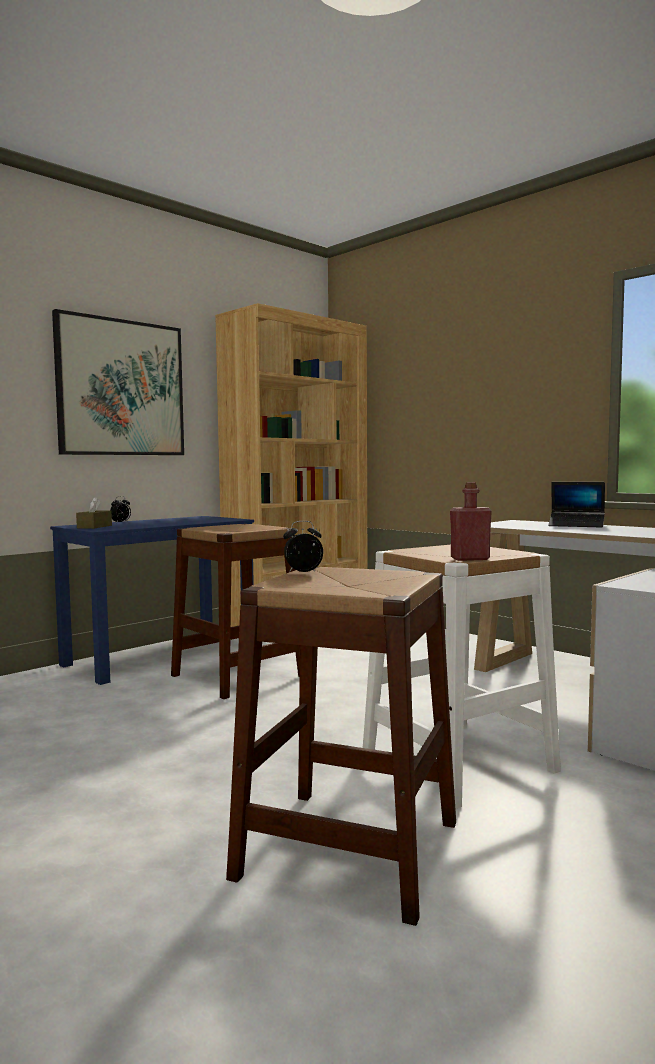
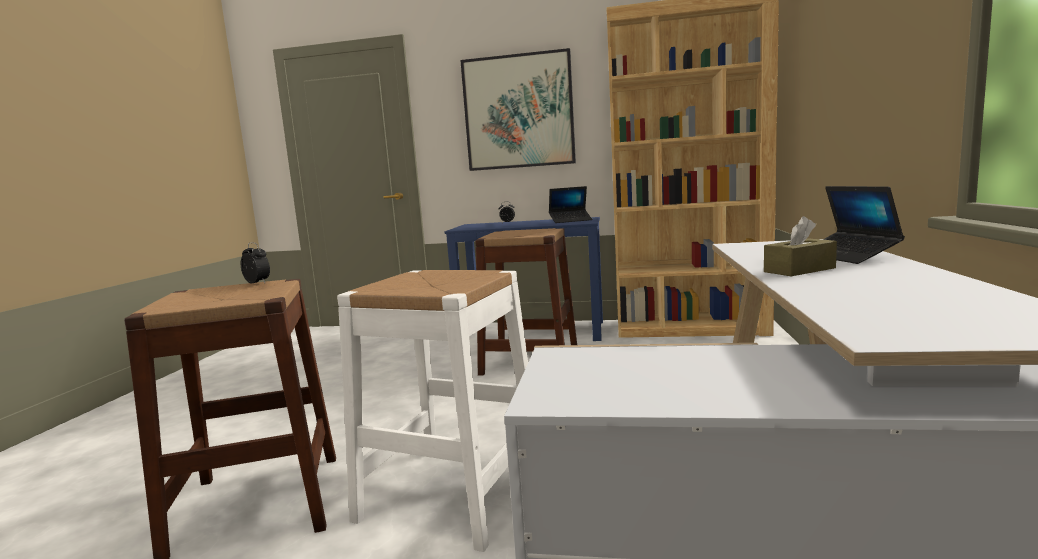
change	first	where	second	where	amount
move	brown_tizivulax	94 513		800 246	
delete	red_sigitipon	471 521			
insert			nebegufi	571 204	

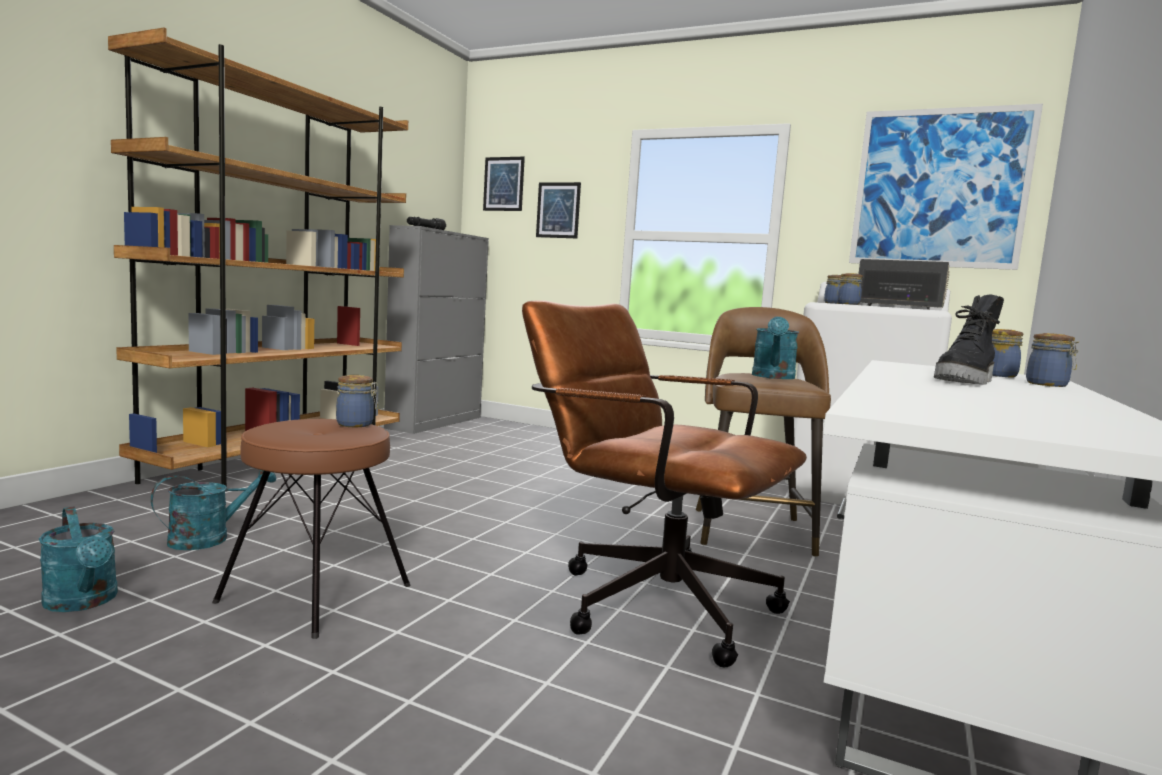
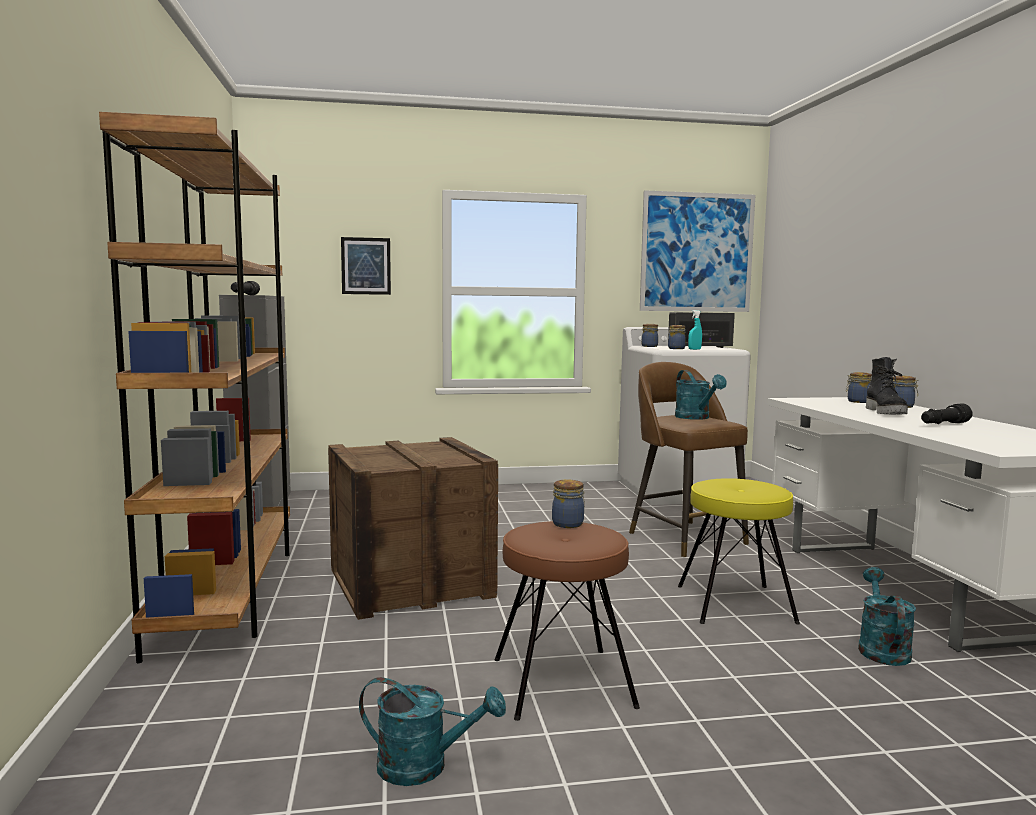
change	first	where	second	where	amount
move	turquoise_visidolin	213 510		887 616	
delete	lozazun	504 184			
replace	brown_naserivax	664 483	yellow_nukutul	739 551	
insert			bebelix	413 528	
insert			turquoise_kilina	695 330	
insert			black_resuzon	947 413	

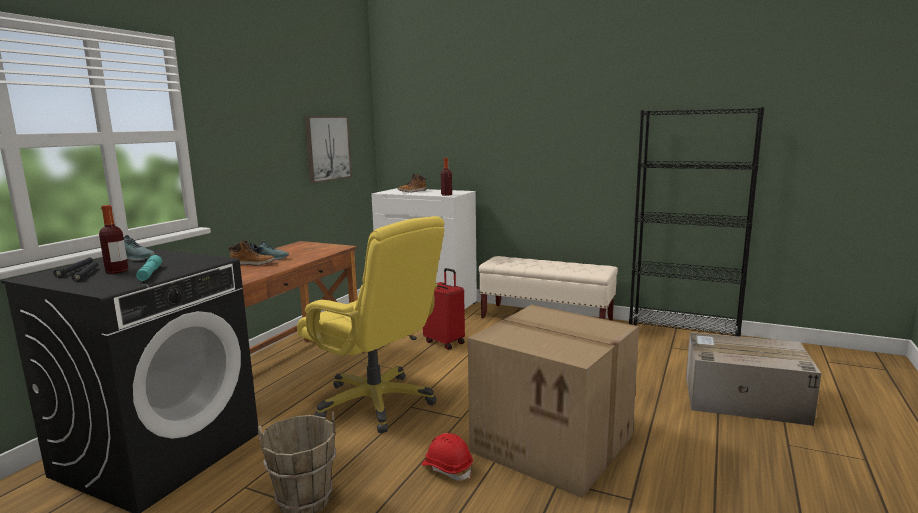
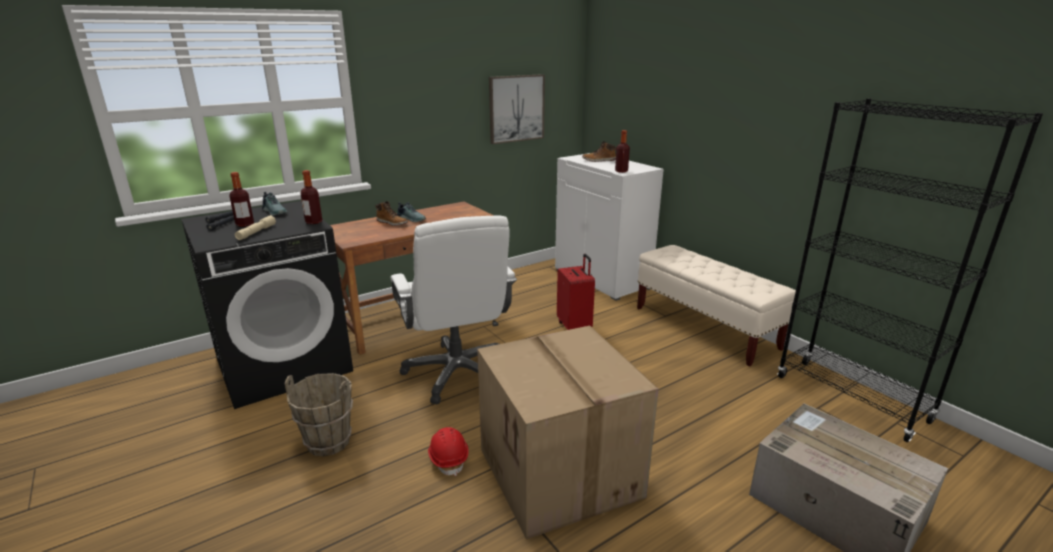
change	first	where	second	where	amount
recolor	turquoise_resuzon	149 268	beige_resuzon	255 227	
recolor	yellow_naserivax	370 324	white_naserivax	454 309	
insert			sigitipon	311 197	

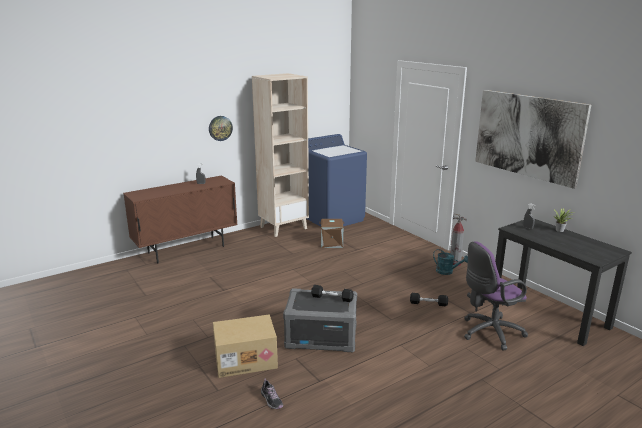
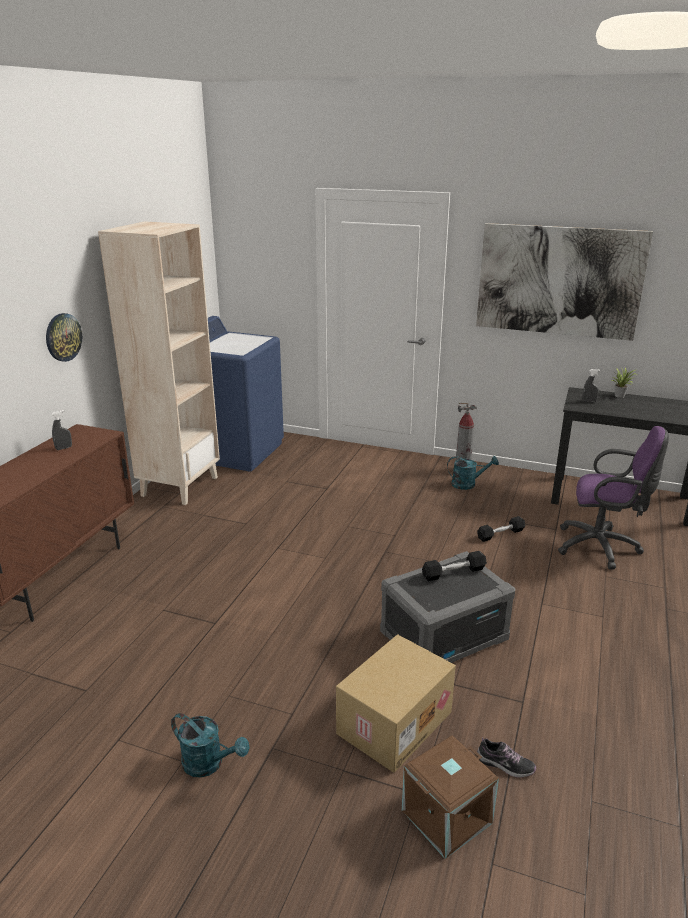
change	first	where	second	where	amount
move	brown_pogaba	332 233		450 797	
rotate	purple_naserivax	496 295		613 497	105 degrees counterclockwise
insert			turquoise_visidolin	210 745	

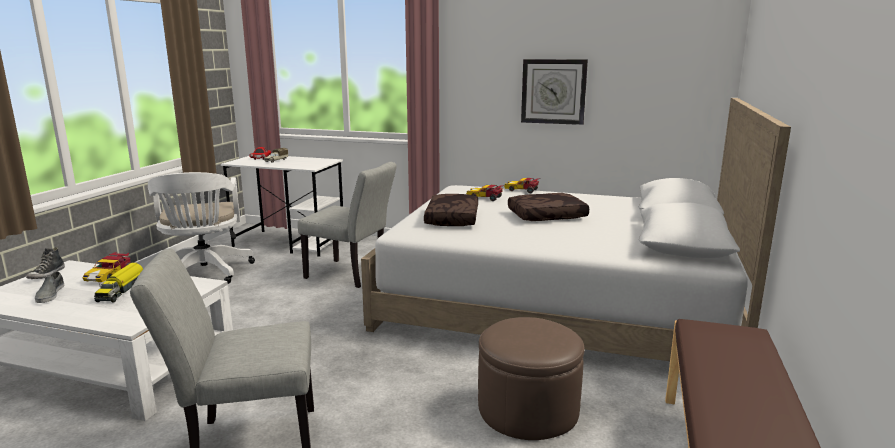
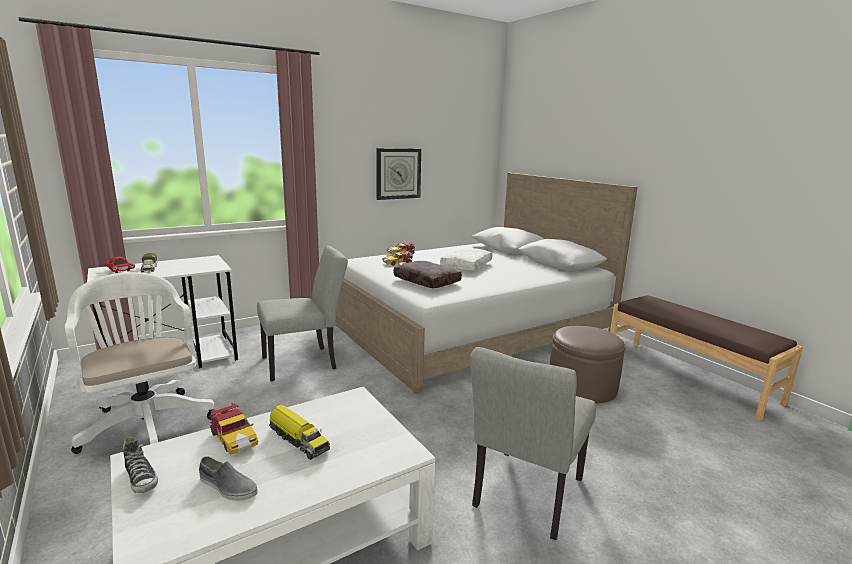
change	first	where	second	where	amount
rotate	white_naserivax	201 228		140 363	150 degrees counterclockwise
recolor	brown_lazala	548 207	white_lazala	466 259	

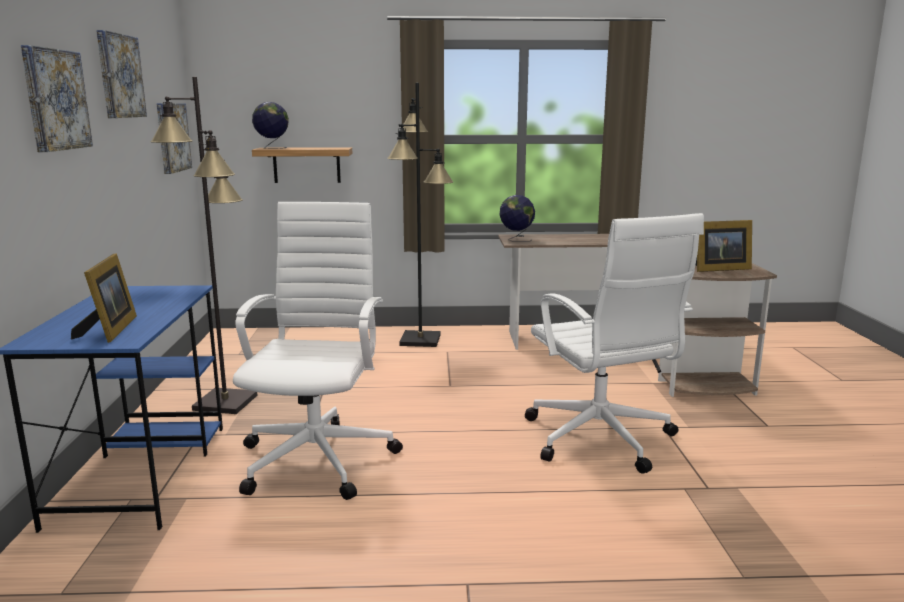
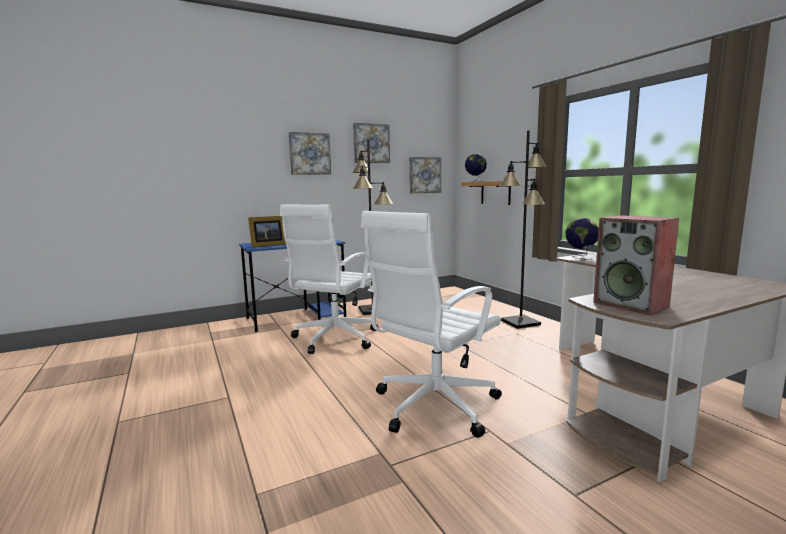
change	first	where	second	where	amount
rotate	white_naserivax	318 351		329 279	135 degrees clockwise
replace	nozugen	723 246	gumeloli	636 265	

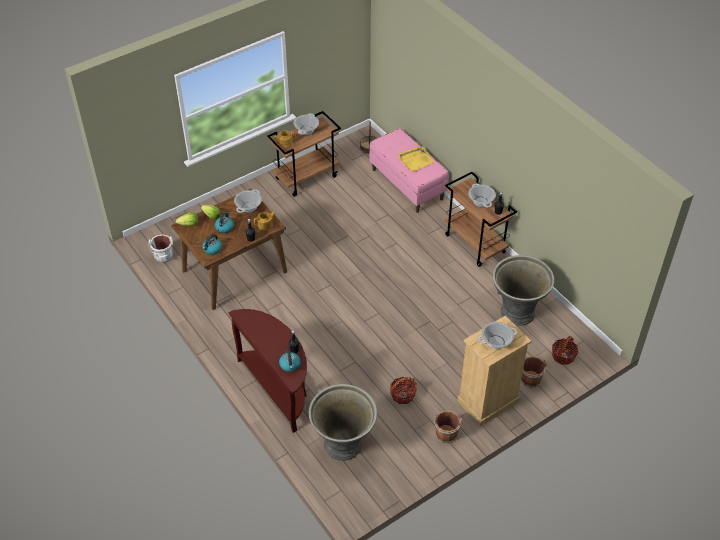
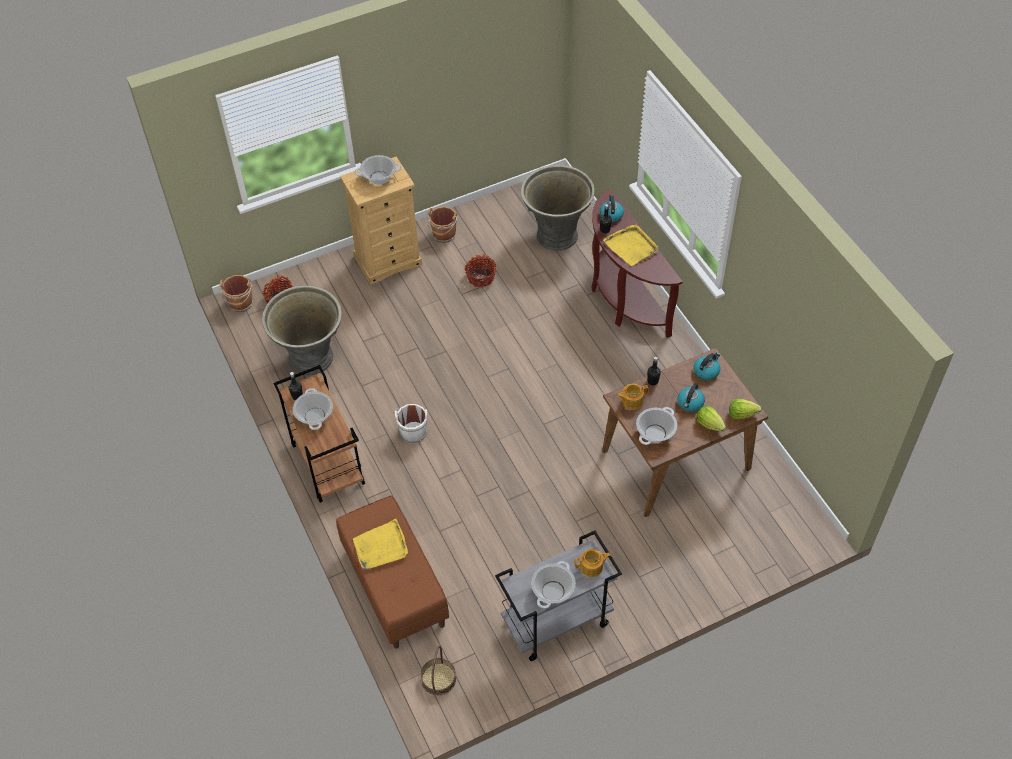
change	first	where	second	where	amount
move	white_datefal	160 249		411 423	
recolor	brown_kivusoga	304 154	grey_kivusoga	558 596	
recolor	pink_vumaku	409 170	brown_vumaku	392 572	
move	brown_datefal	534 372		236 293	
insert			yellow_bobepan	630 245	

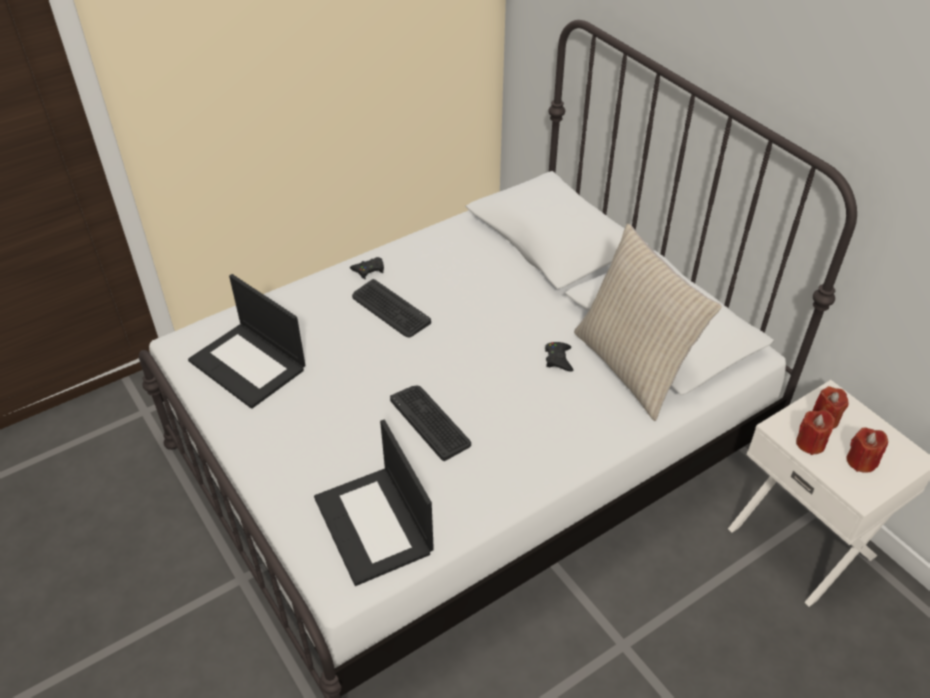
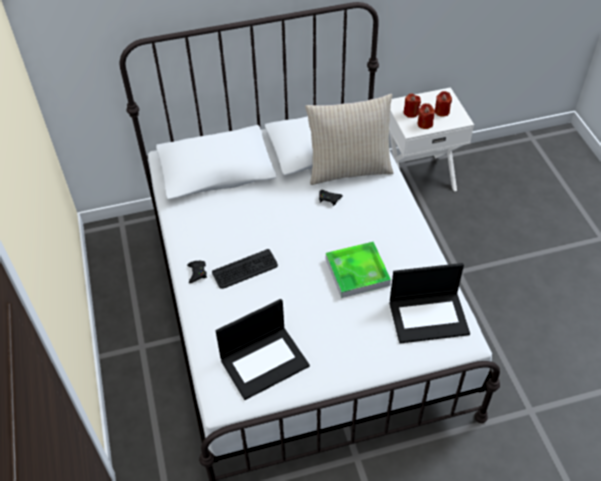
change	first	where	second	where	amount
replace	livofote	430 423	bobepan	358 270	

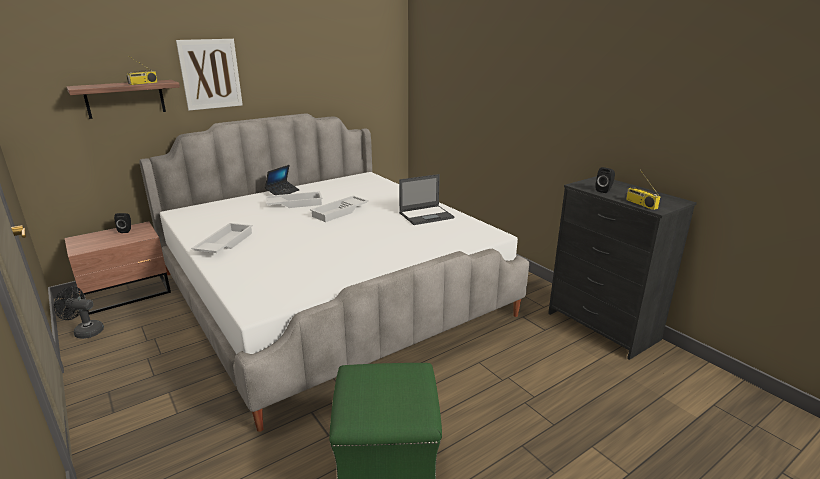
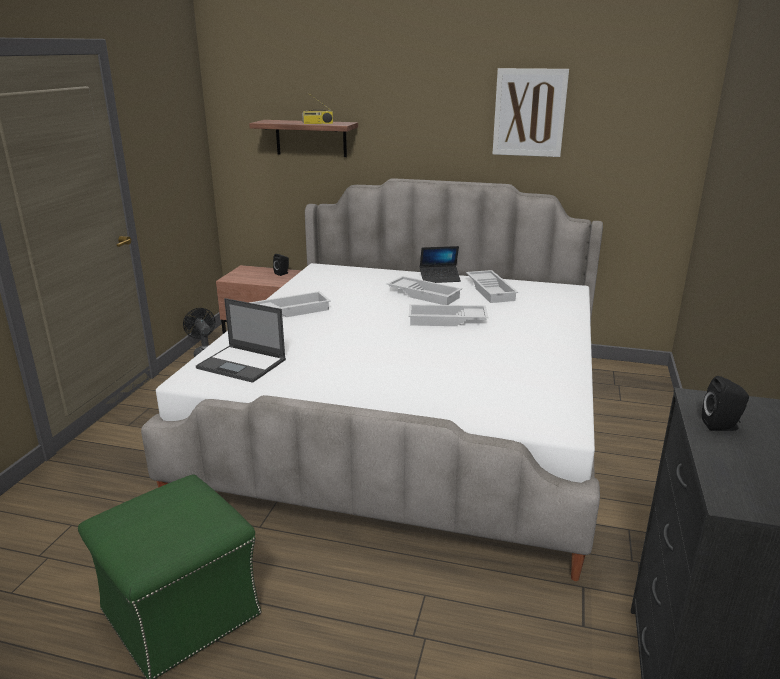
change	first	where	second	where	amount
move	lozazun	209 75		531 112	
move	nebegufi	426 199		241 340	
delete	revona	643 190			
insert			white_bobepan	492 286	

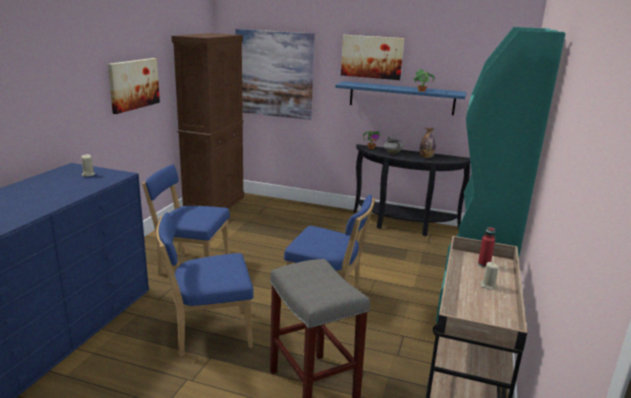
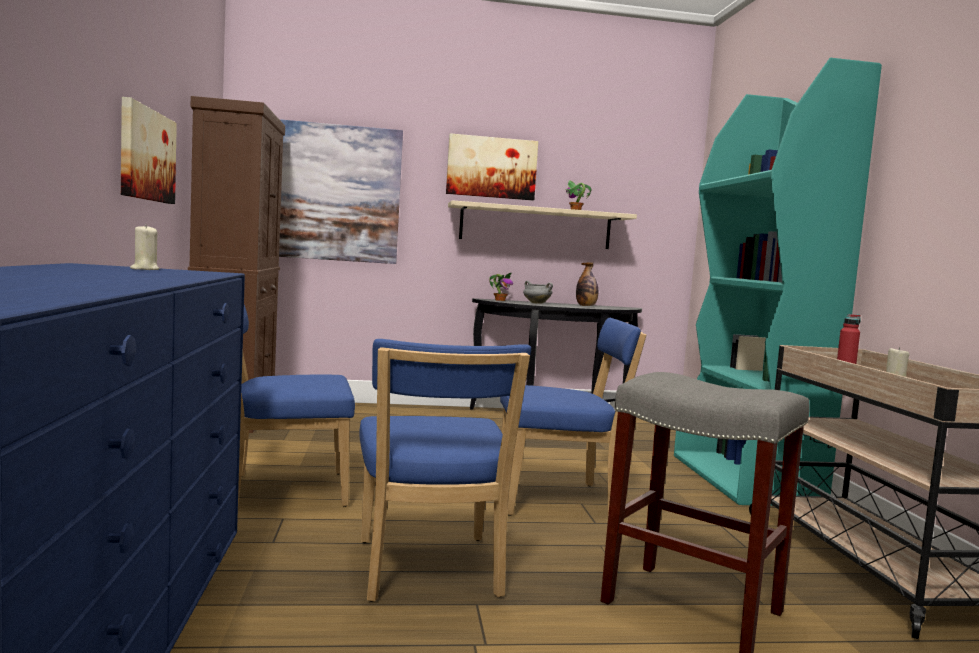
change	first	where	second	where	amount
rotate	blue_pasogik	205 284		445 470	60 degrees counterclockwise
recolor	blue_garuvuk	401 98	beige_garuvuk	542 224	

